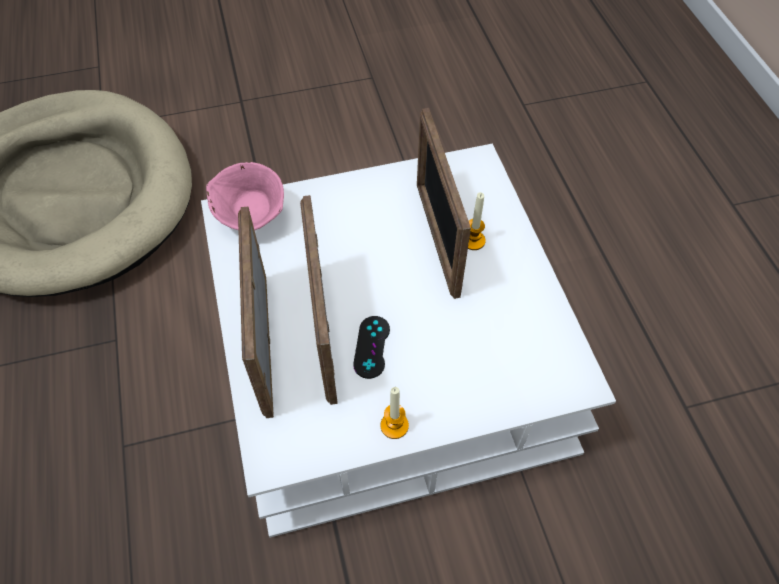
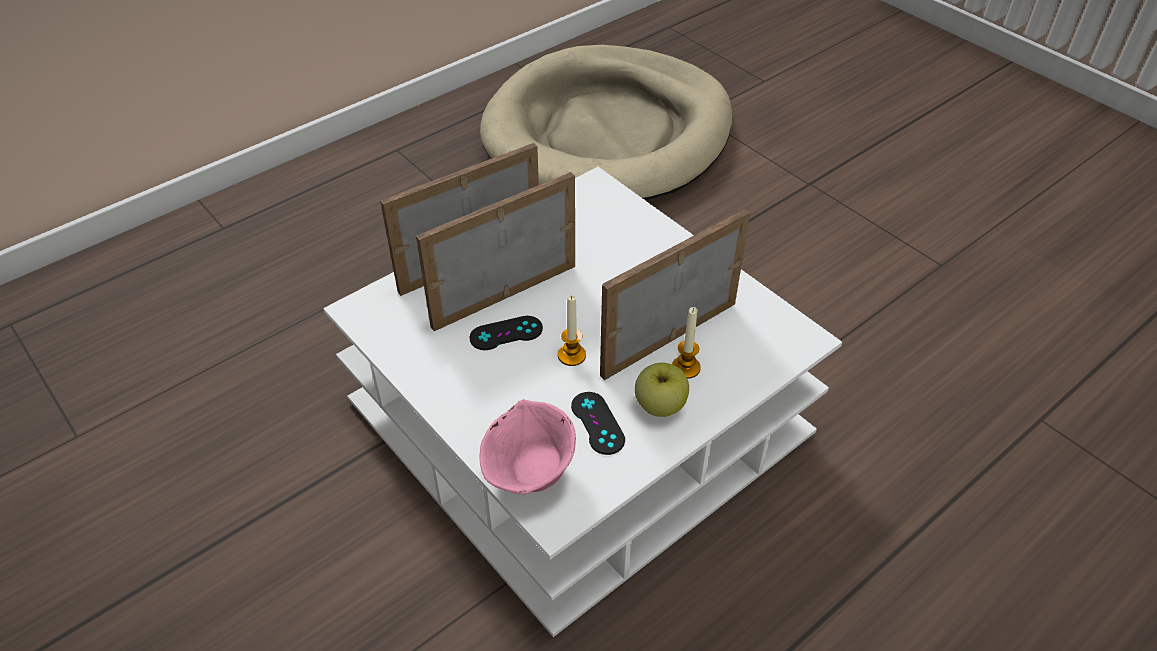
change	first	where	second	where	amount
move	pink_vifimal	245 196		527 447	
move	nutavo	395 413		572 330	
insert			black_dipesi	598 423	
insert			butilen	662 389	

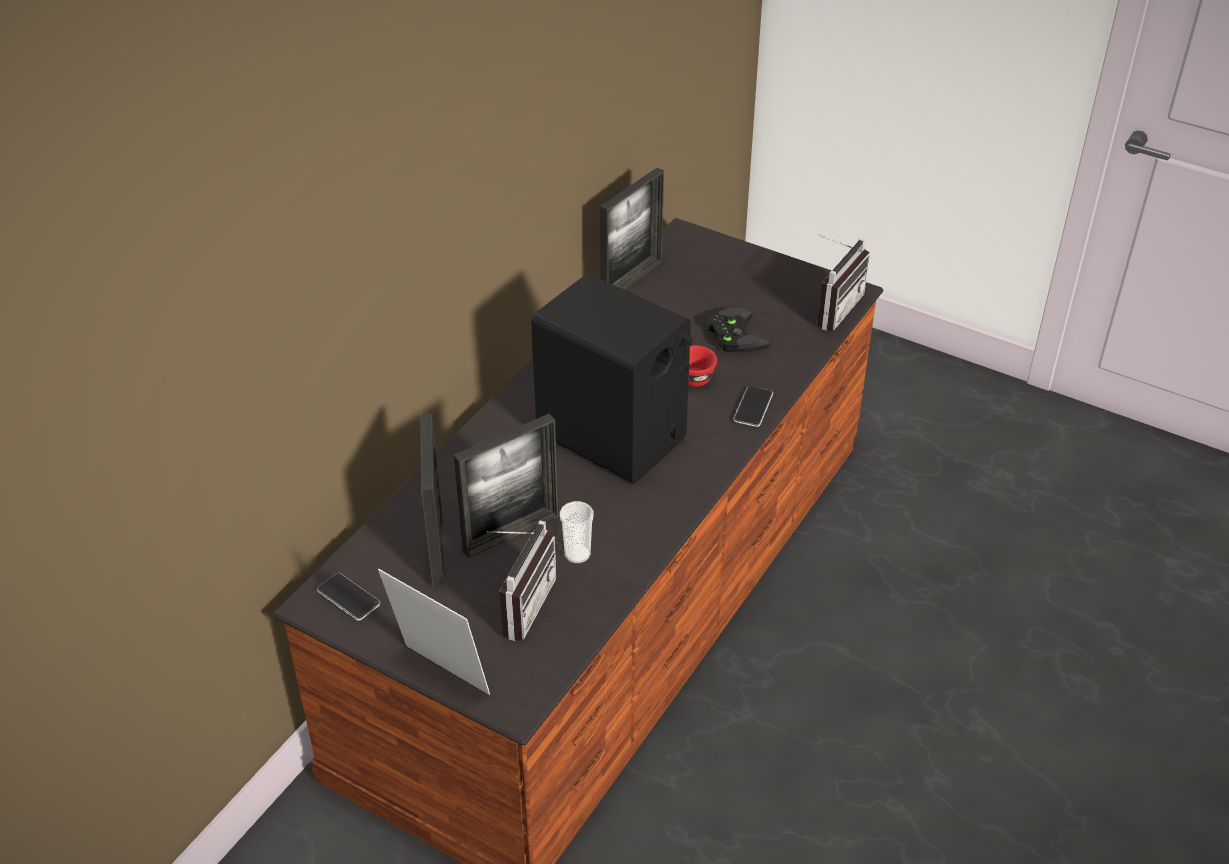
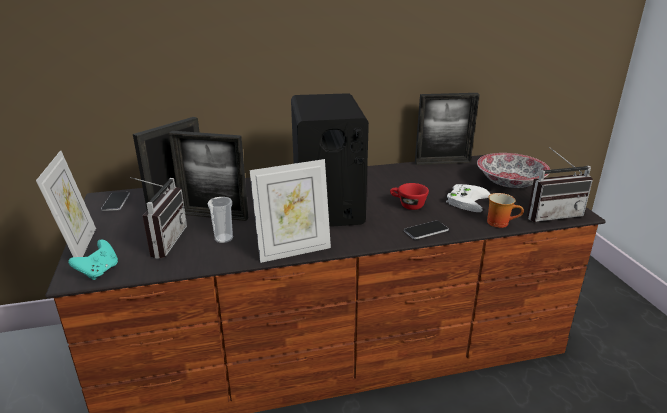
change	first	where	second	where	amount
rotate	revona	521 580		158 218	60 degrees counterclockwise
recolor	black_dipesi	739 330	white_dipesi	468 198	
insert			turquoise_dipesi	93 260	
insert			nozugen	290 211	
insert			vifimal	513 170	
insert			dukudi	505 210	

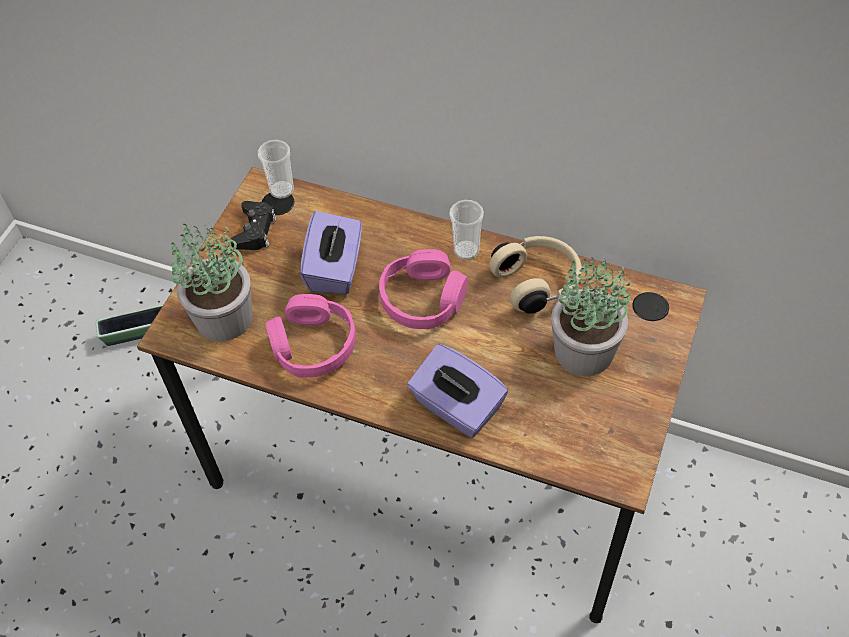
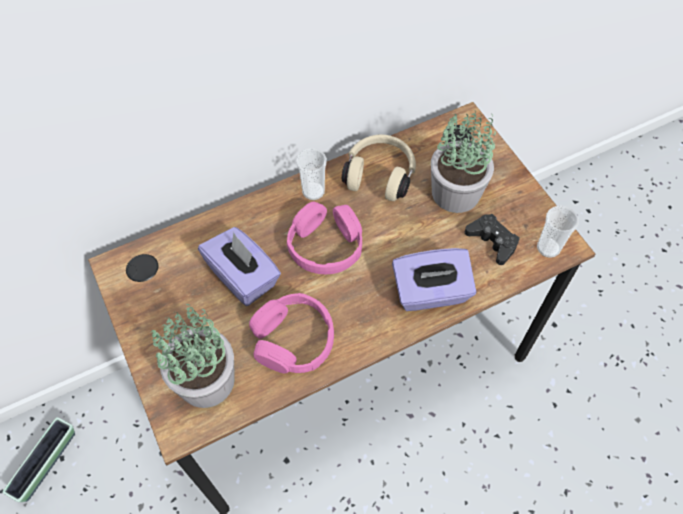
change	first	where	second	where	amount
move	black_dipesi	253 225		492 239	
move	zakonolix	276 169		558 232	

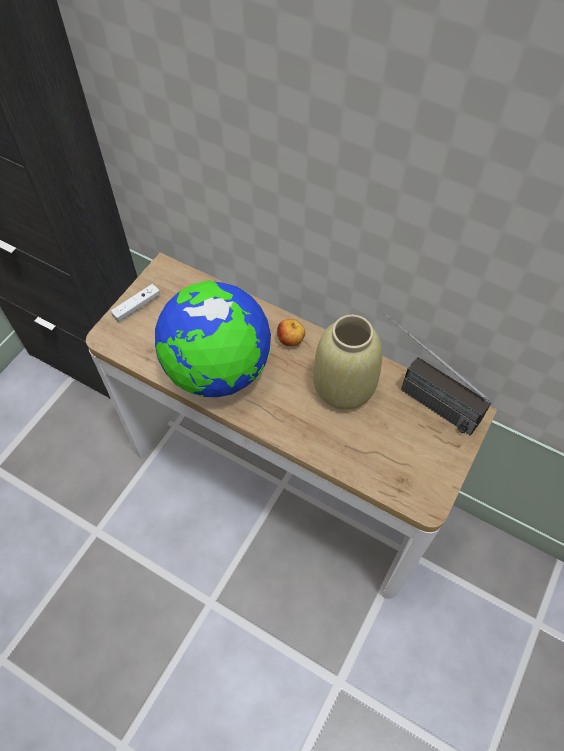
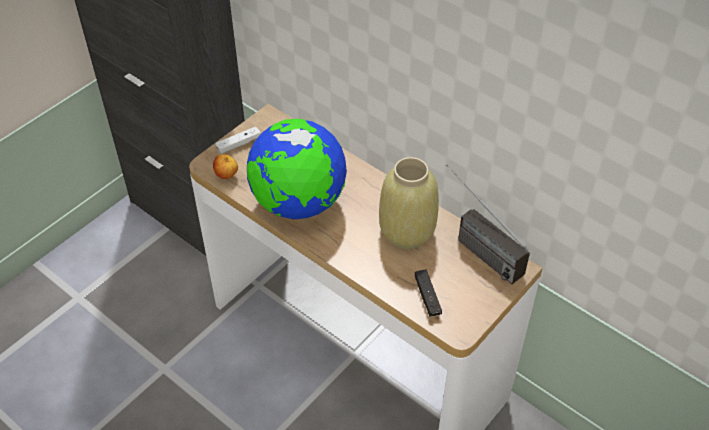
change	first	where	second	where	amount
move	butilen	291 332		225 166	
insert			black_dipesi	428 293	

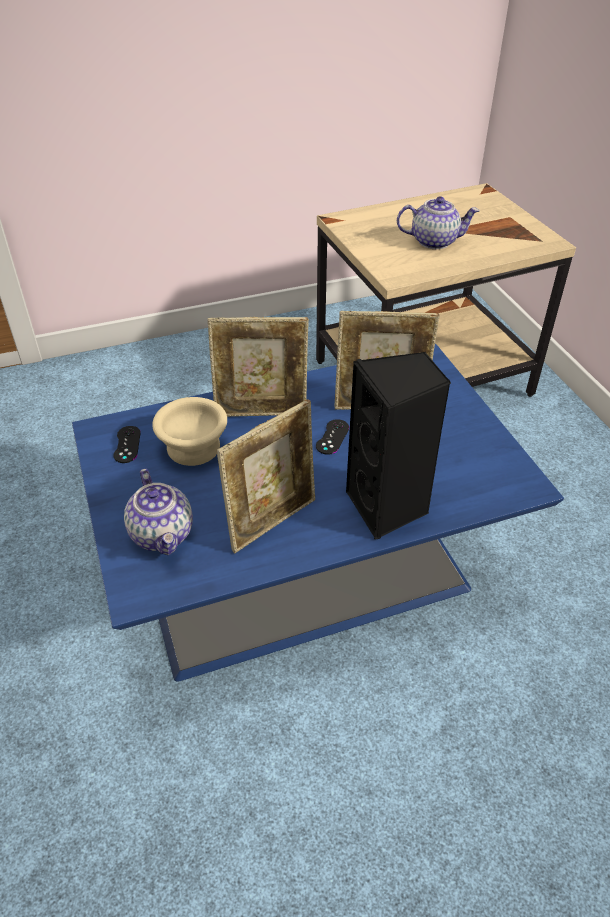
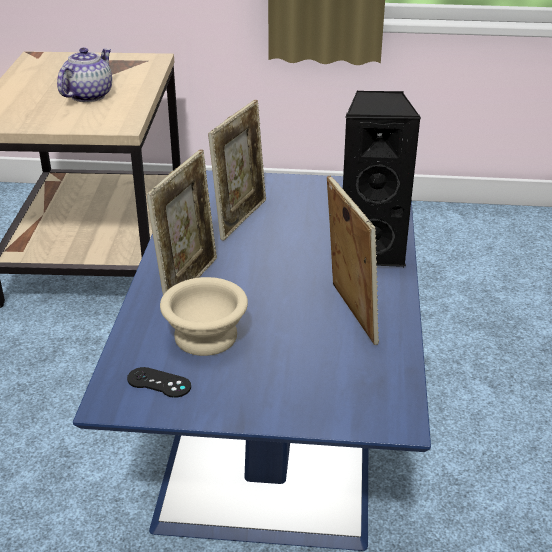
change	first	where	second	where	amount
delete	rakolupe	158 512			
delete	black_dipesi	332 437			

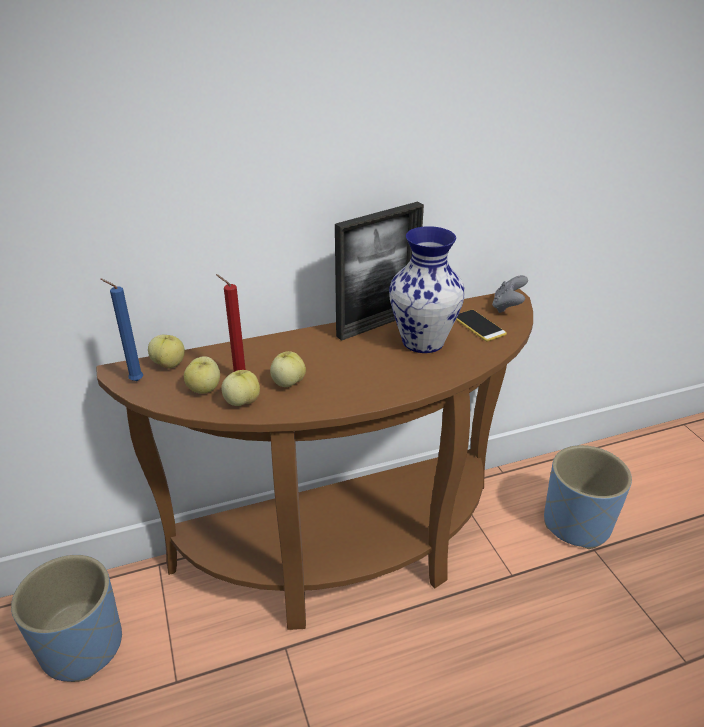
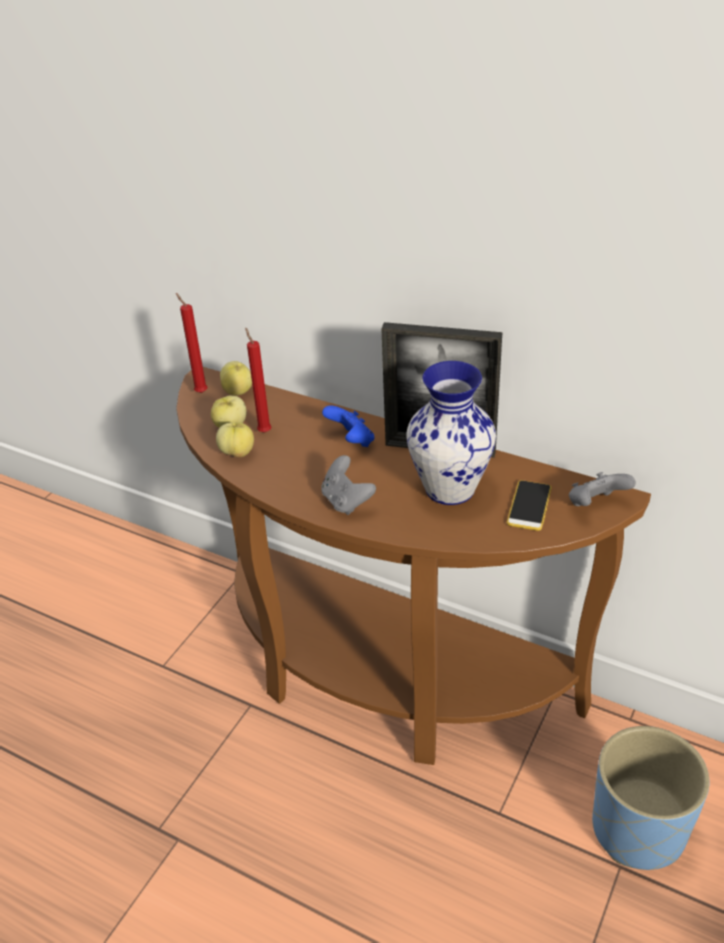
change	first	where	second	where	amount
delete	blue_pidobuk	66 618			
recolor	blue_nutavo	121 330	red_nutavo	191 343	
delete	butilen	288 369			
insert			grey_dipesi	348 485	
insert			blue_dipesi	348 426	

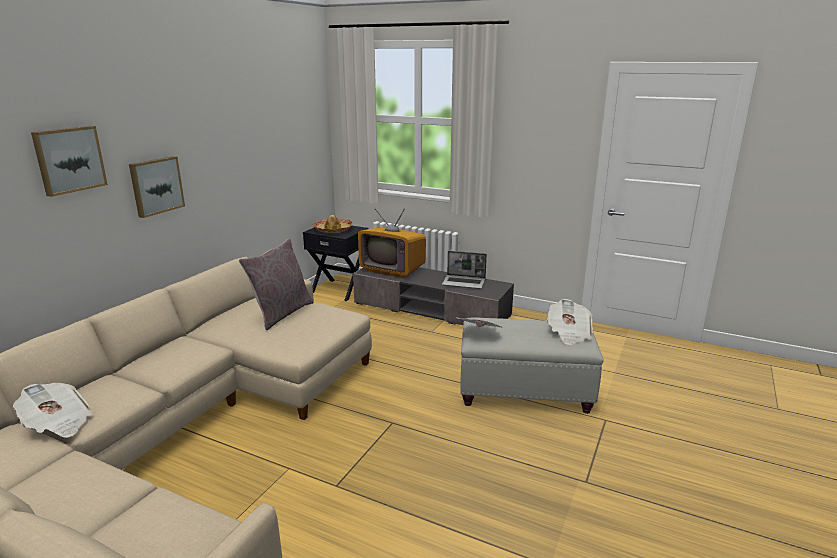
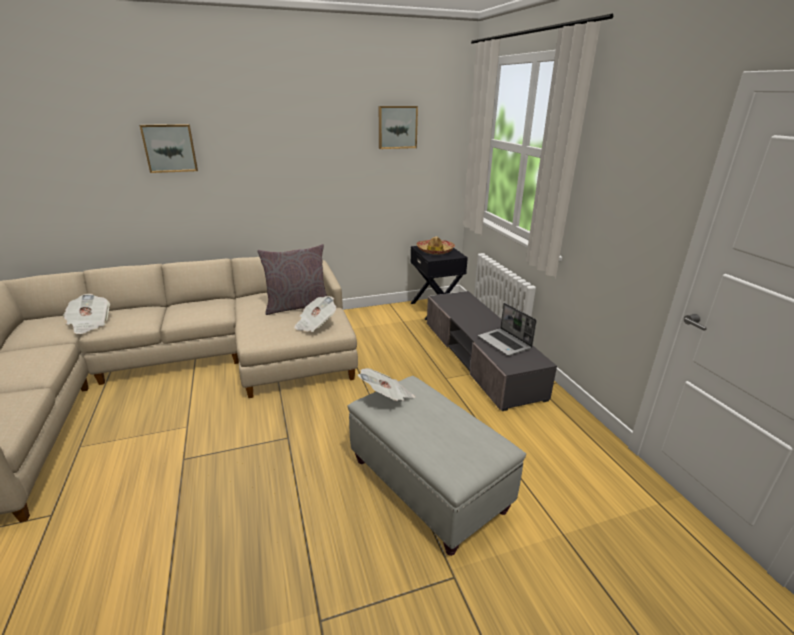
change	first	where	second	where	amount
move	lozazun	157 187		398 127	
delete	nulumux	392 243			
move	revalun	570 322		315 314	

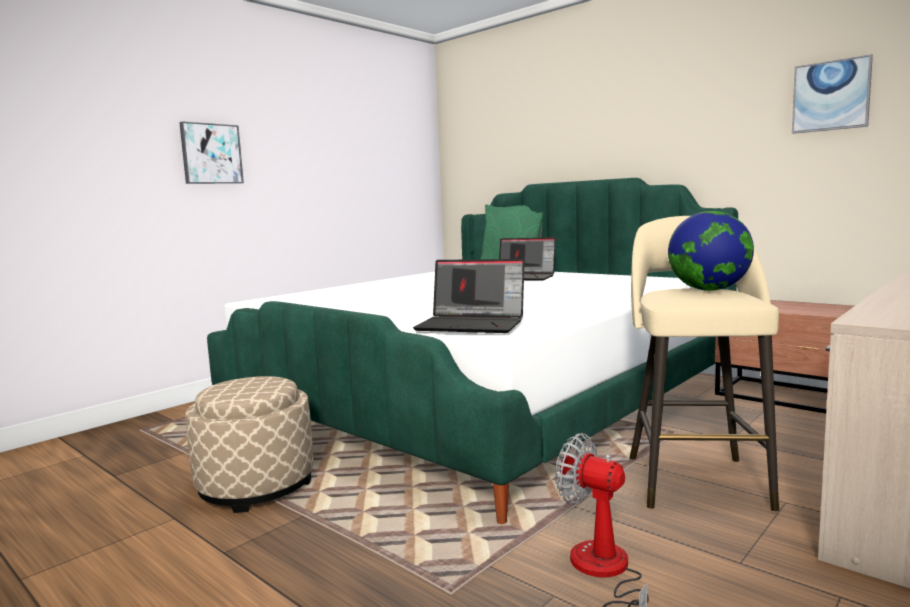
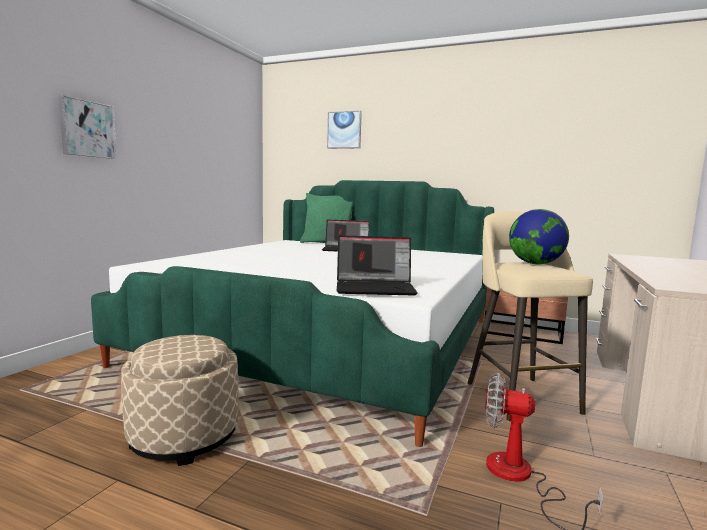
change	first	where	second	where	amount
move	lozazun	832 94		344 129	

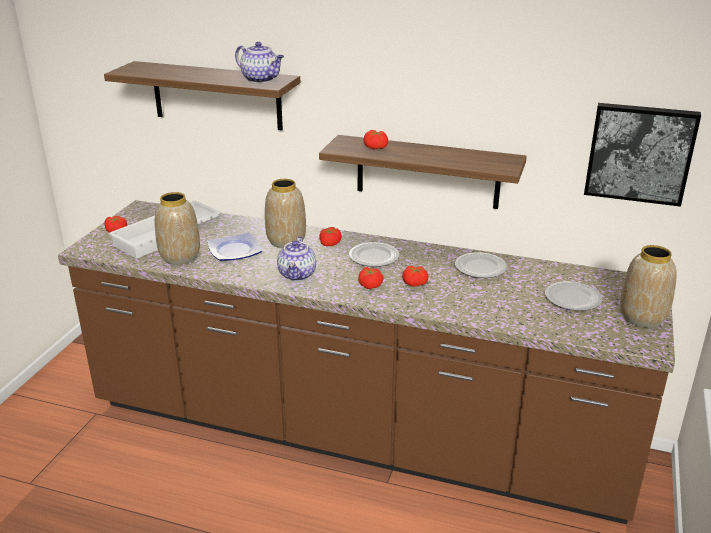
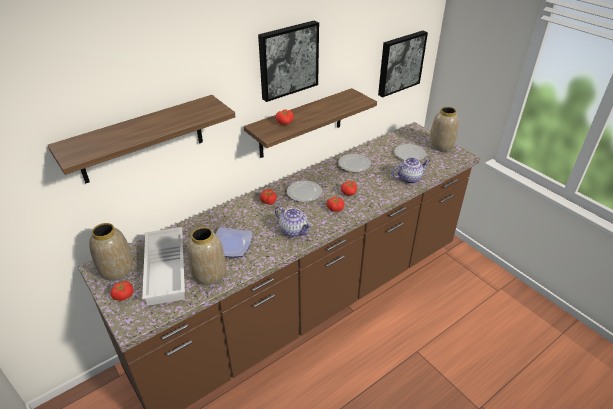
change	first	where	second	where	amount
move	rakolupe	259 62		411 171	
move	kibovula	285 213		111 252	
insert			lozazun	288 61	

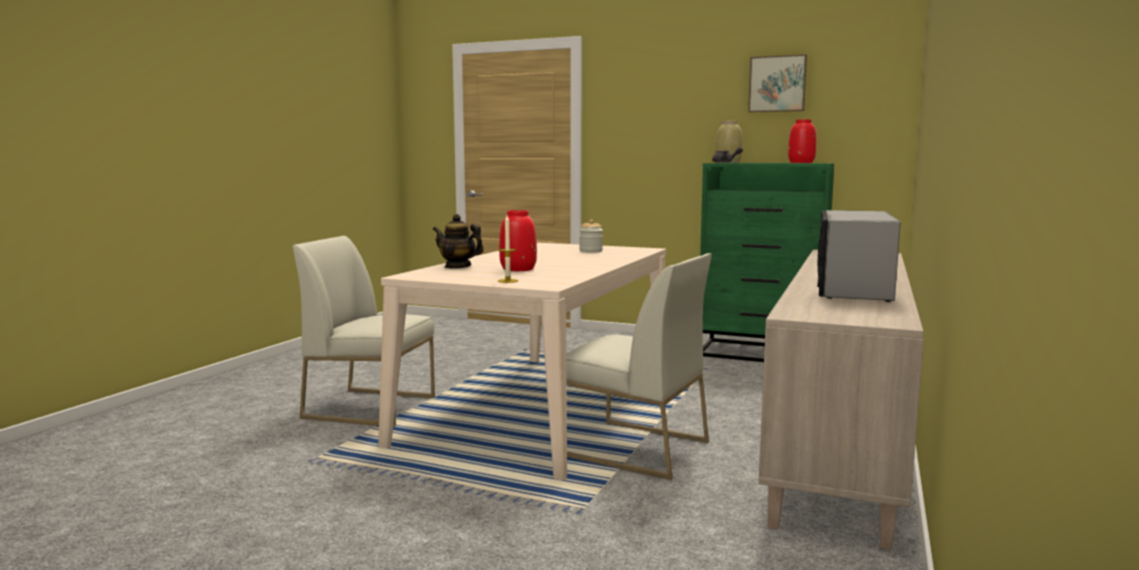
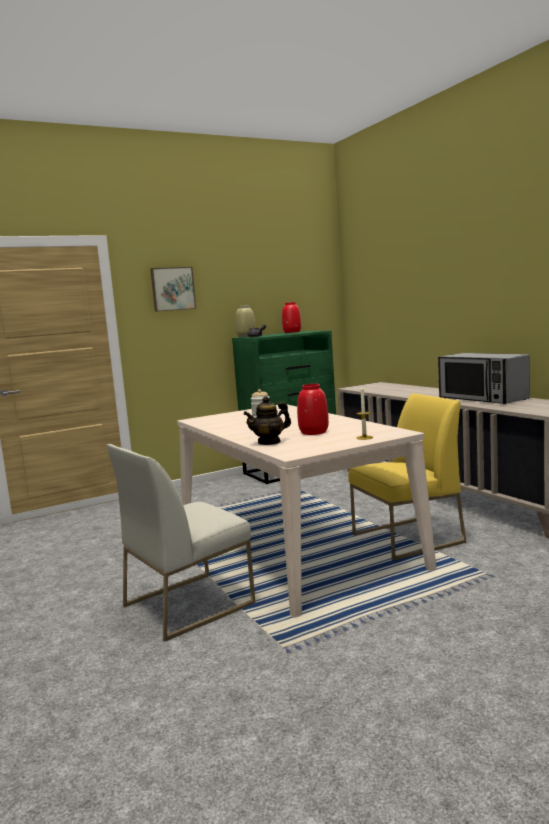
change	first	where	second	where	amount
recolor	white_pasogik	638 366	yellow_pasogik	407 477	
move	lozazun	777 83		173 289	

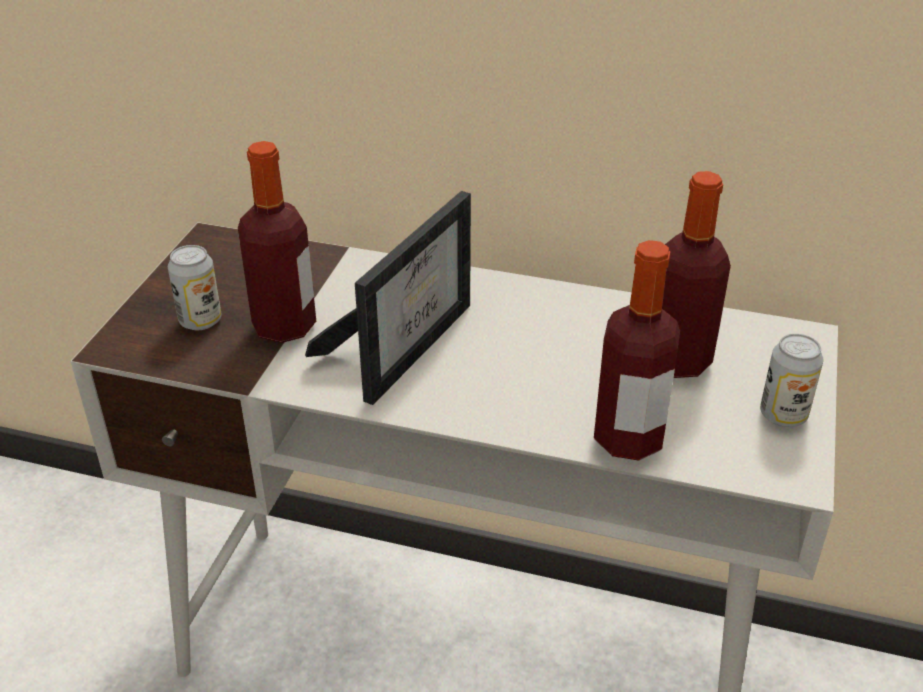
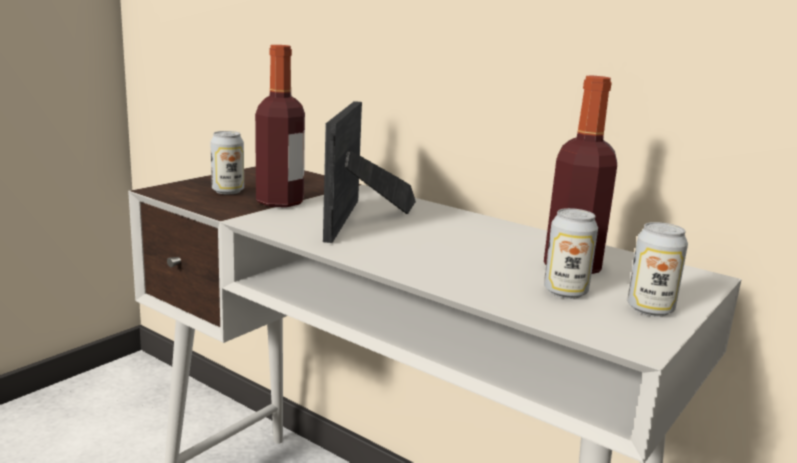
change	first	where	second	where	amount
rotate	nozugen	388 298		369 172	135 degrees clockwise
delete	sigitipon	637 350			
insert			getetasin	571 253	

